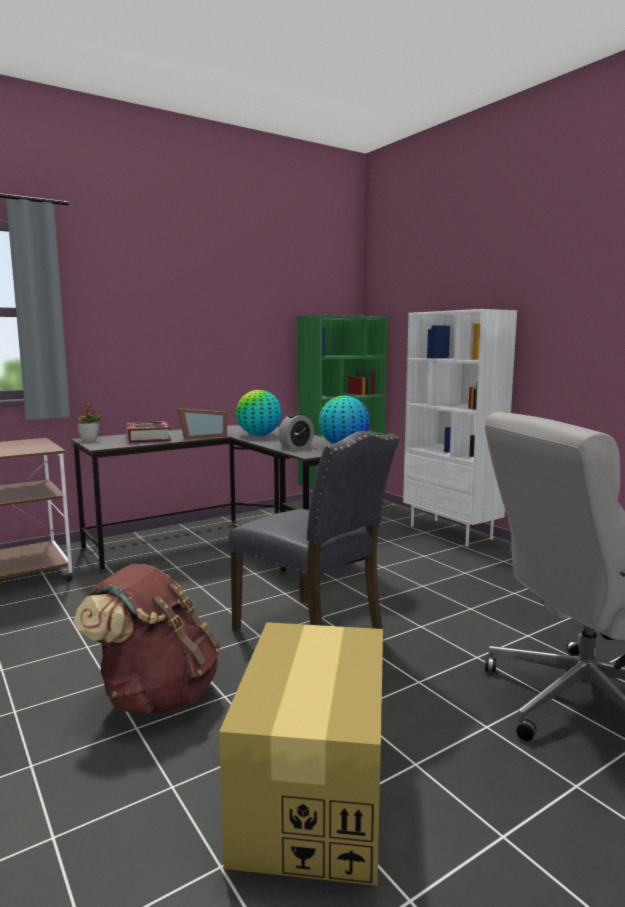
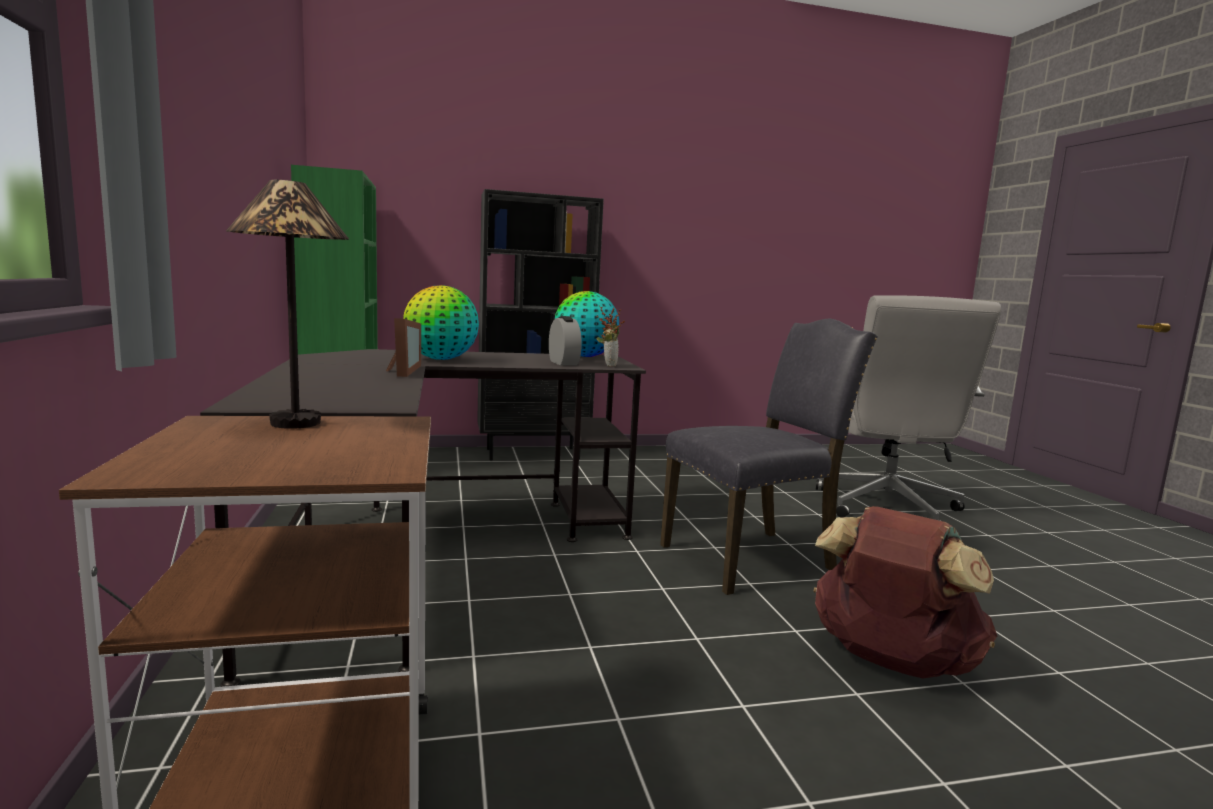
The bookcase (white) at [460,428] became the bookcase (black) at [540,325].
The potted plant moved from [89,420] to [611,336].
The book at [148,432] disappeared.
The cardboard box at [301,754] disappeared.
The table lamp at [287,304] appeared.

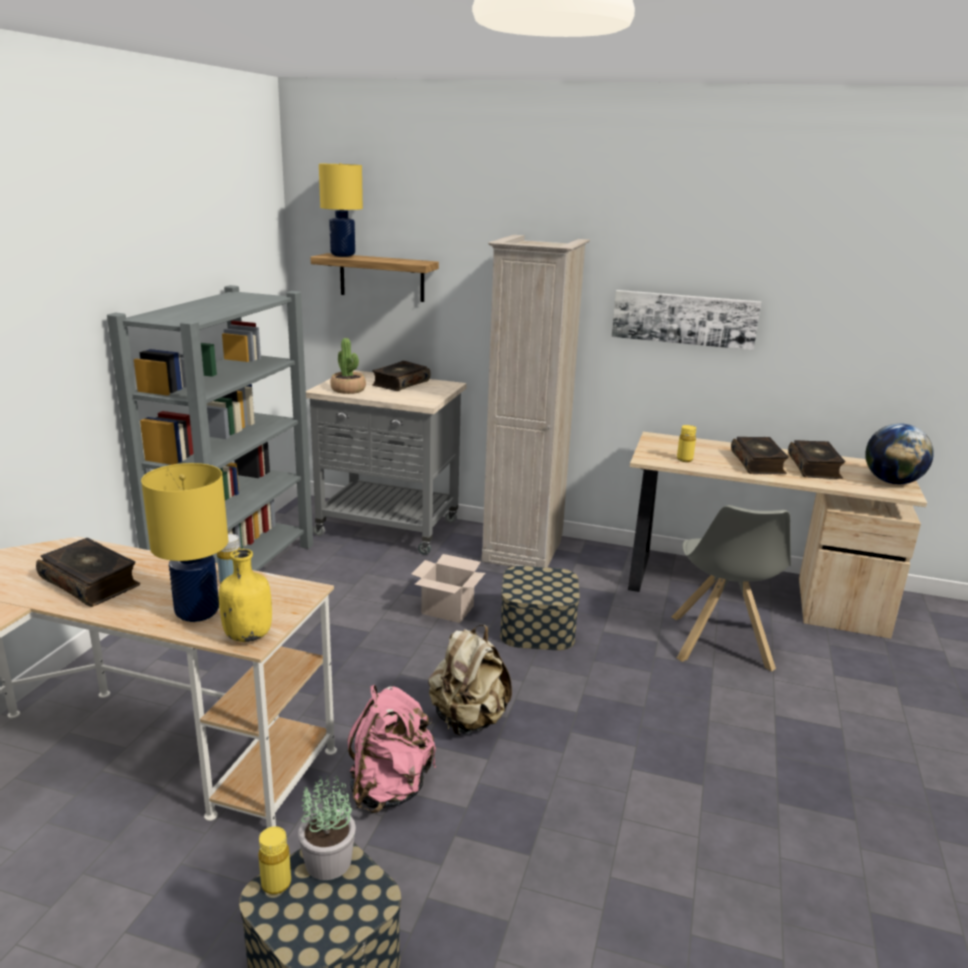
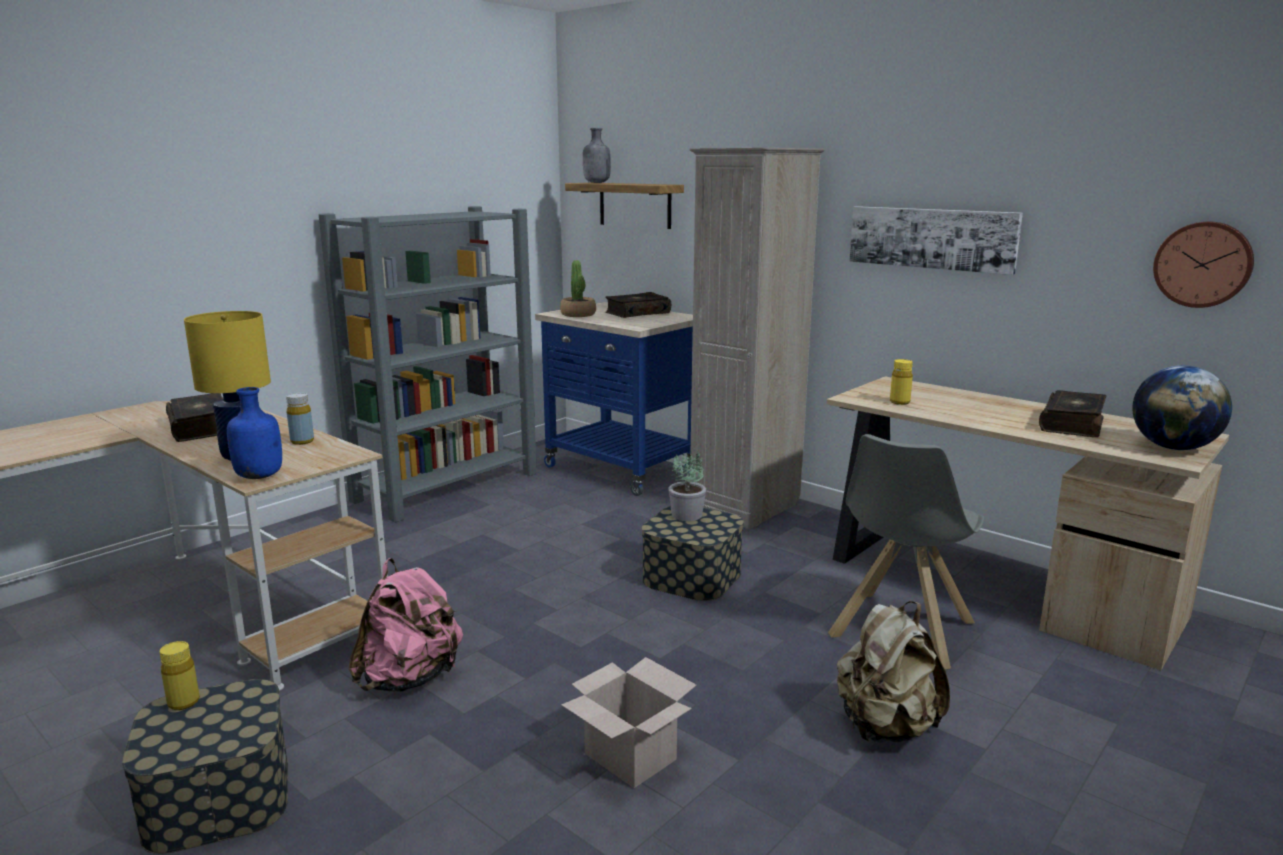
The table lamp (yellow) at [341,210] was replaced by the bottle (grey) at [597,155].
The cart (grey) at [386,462] became the cart (blue) at [614,399].
The book at [760,455] disappeared.
The bottle (yellow) at [245,595] became the bottle (blue) at [254,433].
The cardboard box moved from [448,588] to [628,722].
The backpack (beige) moved from [470,680] to [893,672].
The potted plant moved from [327,826] to [687,486].
The wall clock at [1203,265] appeared.

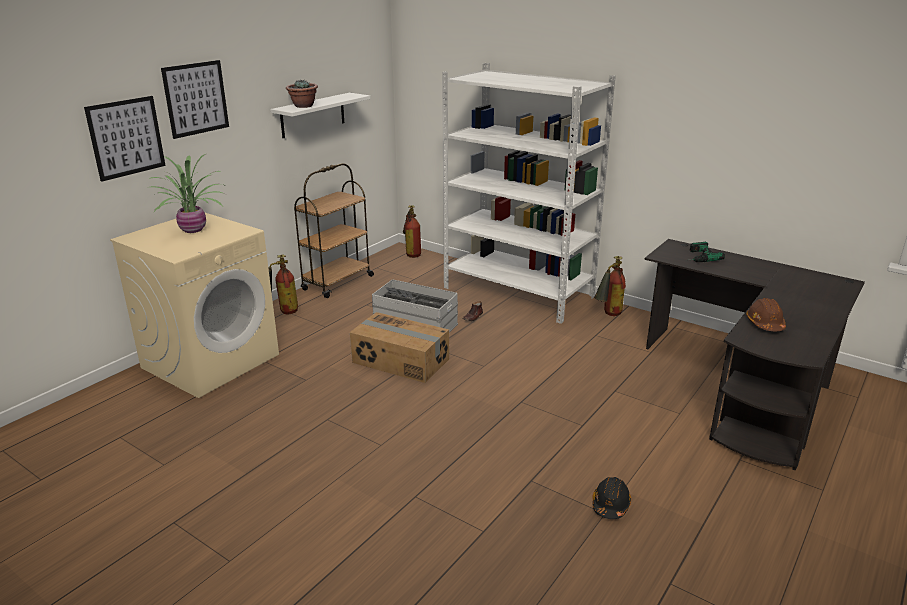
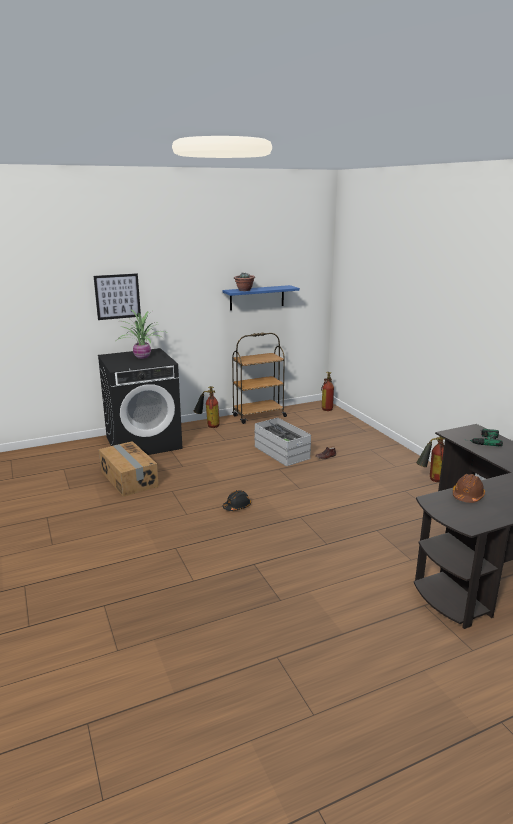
The picture at [195,99] disappeared.
The bookcase (white) at [529,193] disappeared.
The shelf (white) at [320,115] became the shelf (blue) at [261,298].
The washing machine (beige) at [194,305] became the washing machine (black) at [140,401].
The cardboard box moved from [399,347] to [129,469].
The hard hat (black) moved from [612,498] to [237,500].

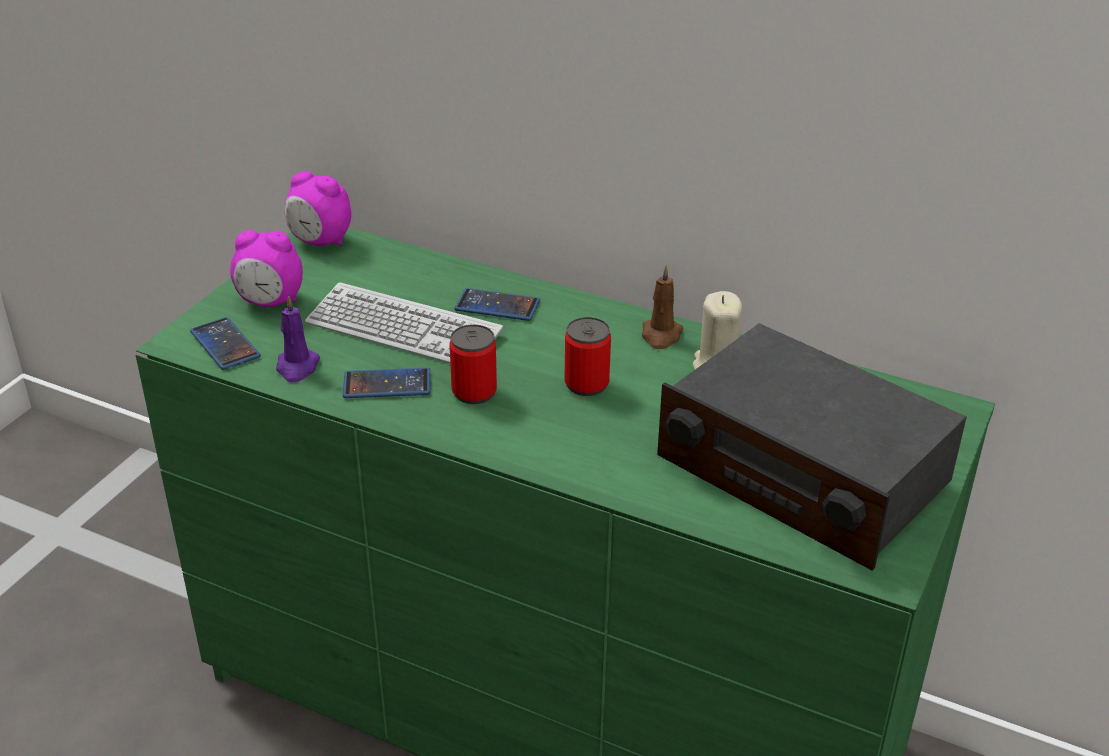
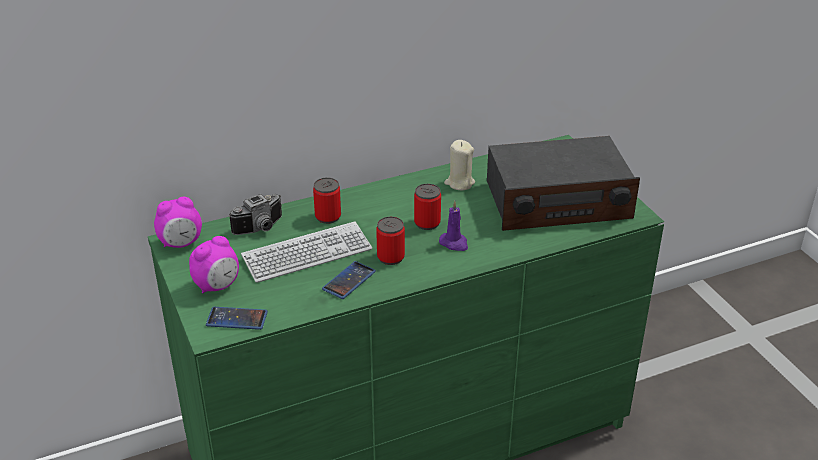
The candle (brown) at [662,307] disappeared.
The phone at [497,304] was replaced by the can at [327,201].
The candle (purple) moved from [298,338] to [453,226].
The photo camera at [255,214] appeared.

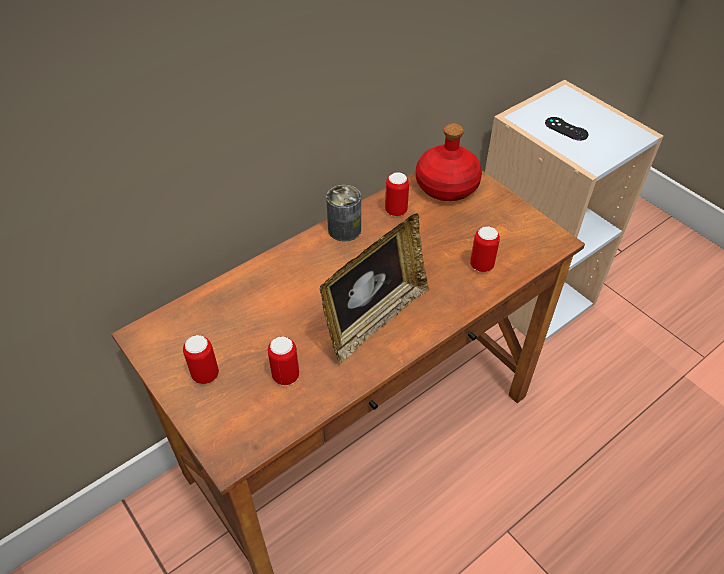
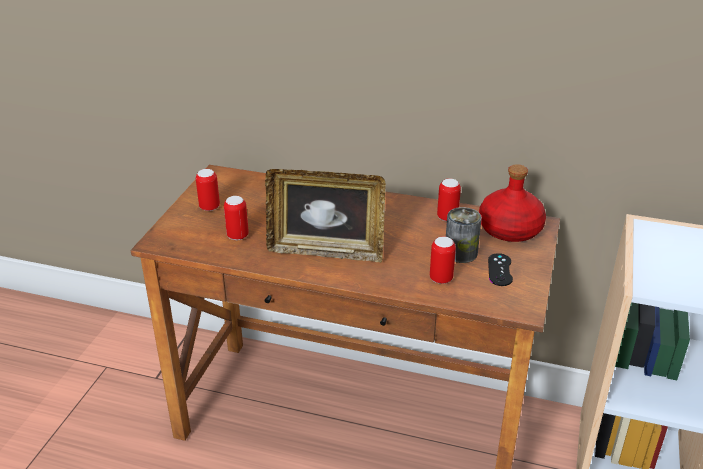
The game controller (black) moved from [567,129] to [500,269].
The can moved from [343,213] to [464,235].

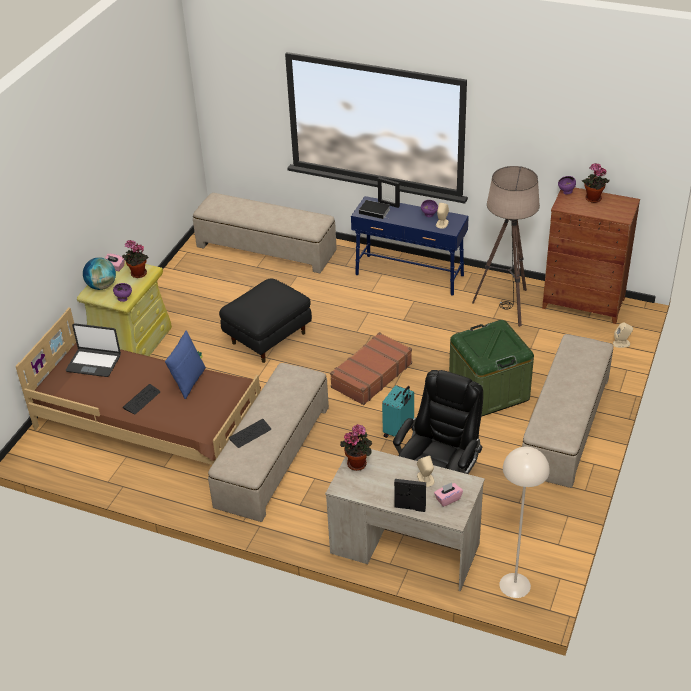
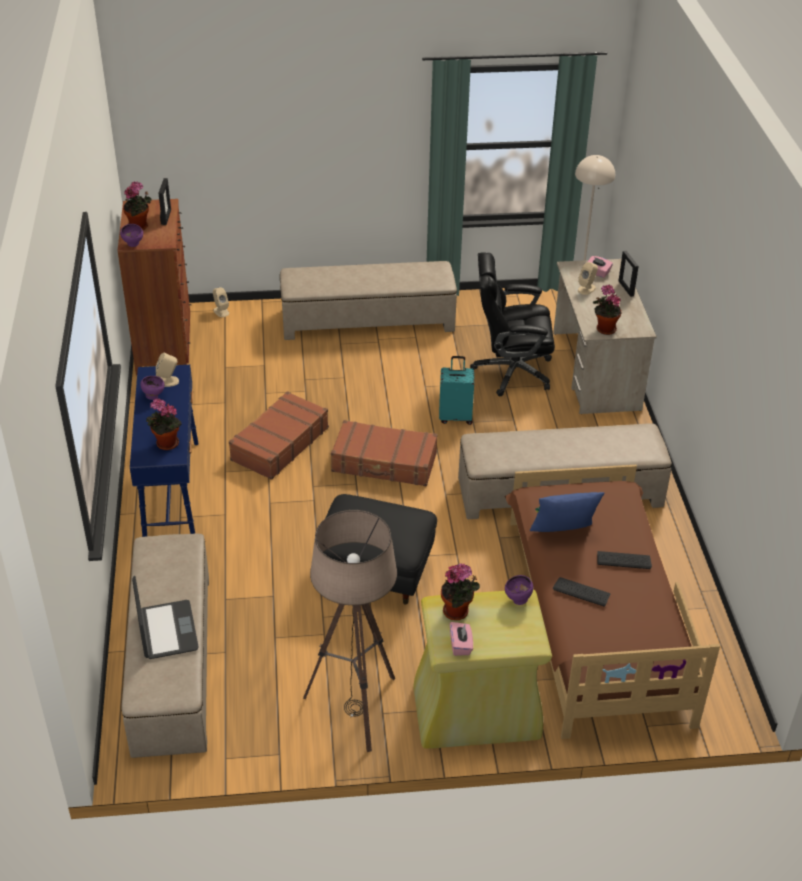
The floor lamp moved from [506,246] to [350,631].
The picture frame moved from [389,192] to [164,201].
The book at [374,209] was replaced by the potted plant at [164,424].
The globe at [99,273] disappeared.
The storage box (green) at [491,368] disappeared.
The laptop moved from [93,350] to [165,617].
The keyboard moved from [250,433] to [581,592].
The suitcase (brown) at [279,435] appeared.

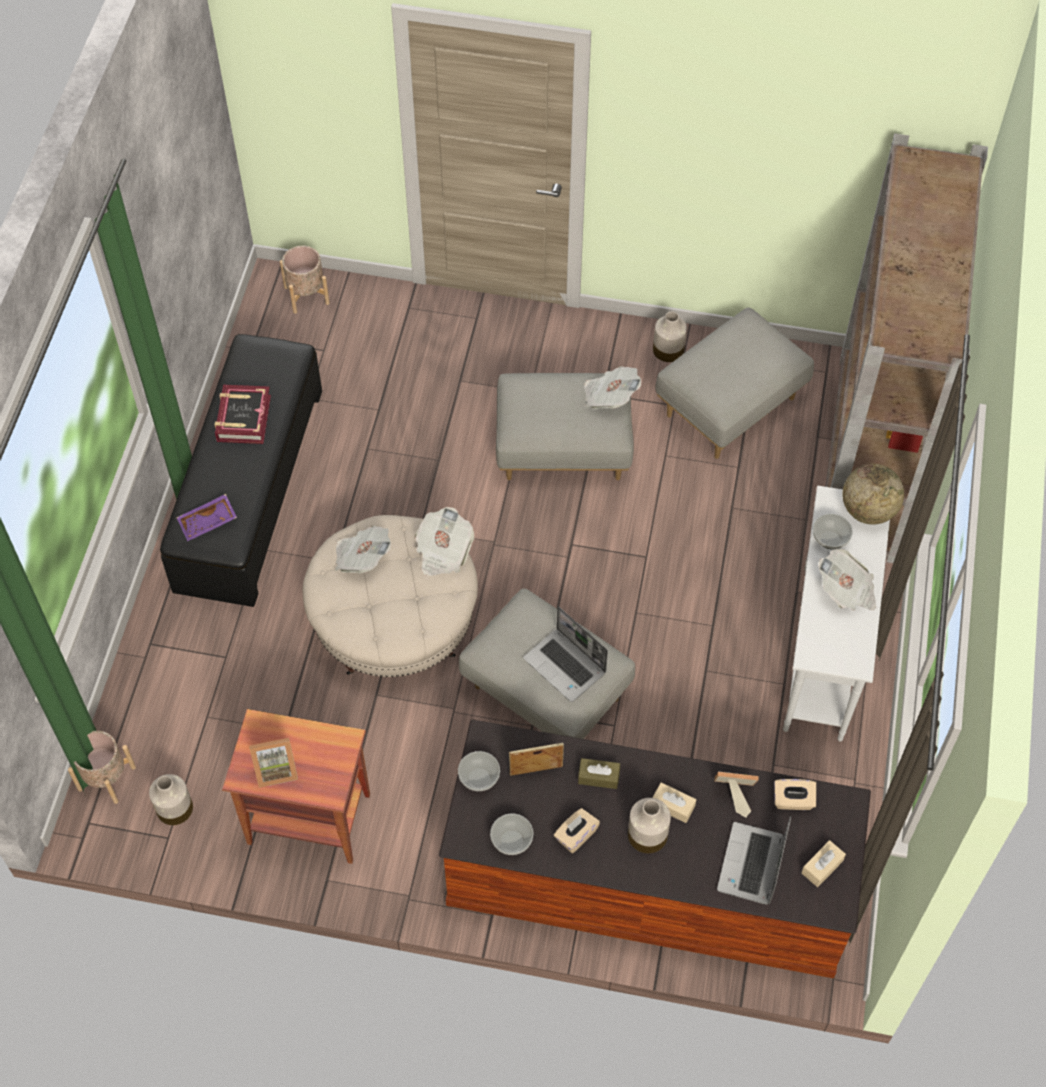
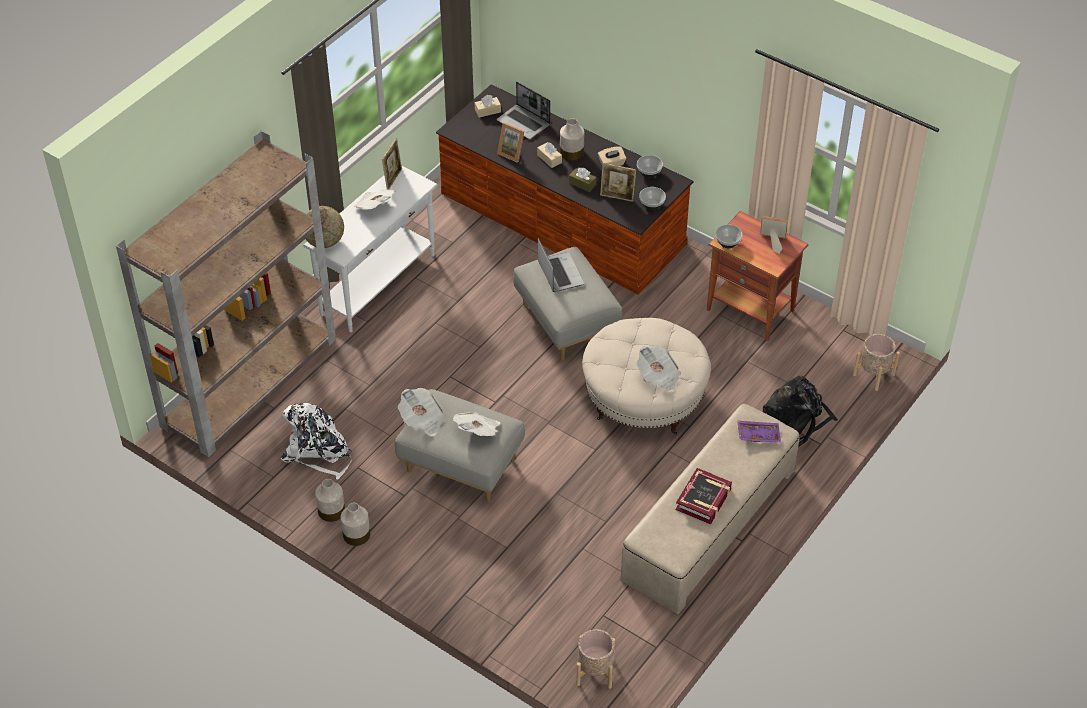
The ottoman (grey) at [734,383] was replaced by the backpack (white) at [316,441].
The bench (black) at [241,470] became the bench (beige) at [710,509].
The newspaper moved from [444,541] to [477,424].
The bowl moved from [833,531] to [729,236].
The vase (beige) moved from [171,799] to [355,524].
The tissue box (beige) at [795,794] disappeared.
The laptop at [754,860] turned 90 degrees clockwise.
The picture frame at [392,163] appeared.
The backpack (black) at [800,411] appeared.

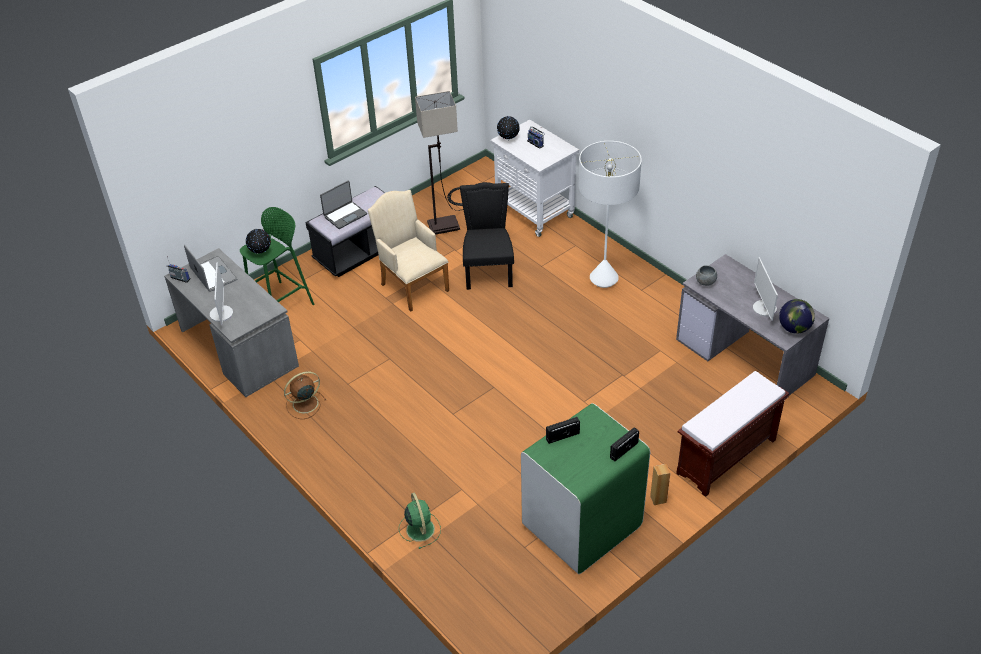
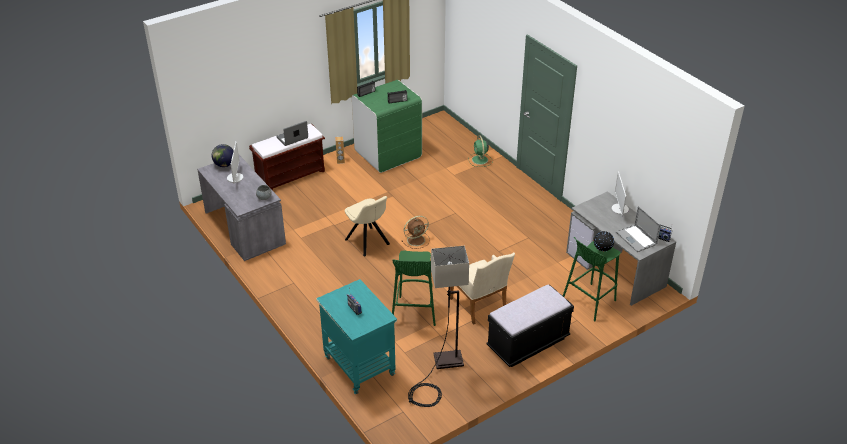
The globe at [508,128] disappeared.
The cart (white) at [534,178] became the cart (turquoise) at [356,336].
The floor lamp (white) at [610,214] disappeared.
The laptop moved from [343,205] to [292,133].
The chair (black) at [487,236] was replaced by the stool (green) at [414,288].
The fan (brown) moved from [305,395] to [416,232].
The chair (beige) at [367,226] appeared.

